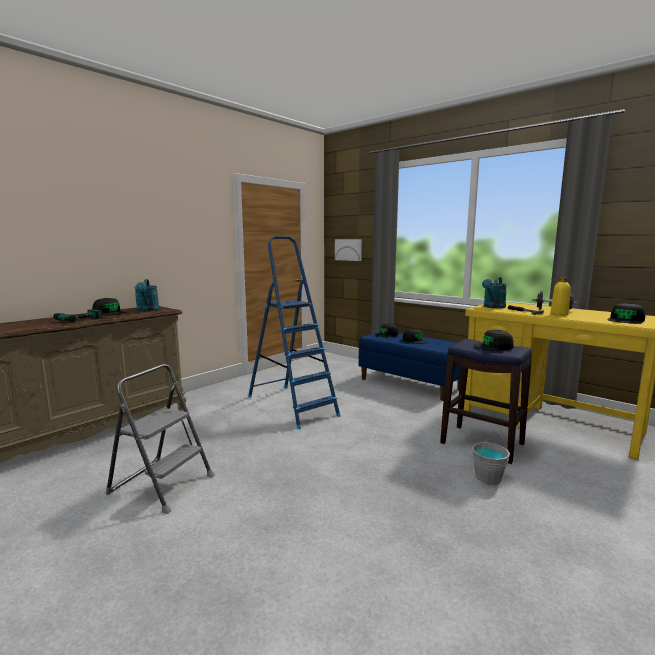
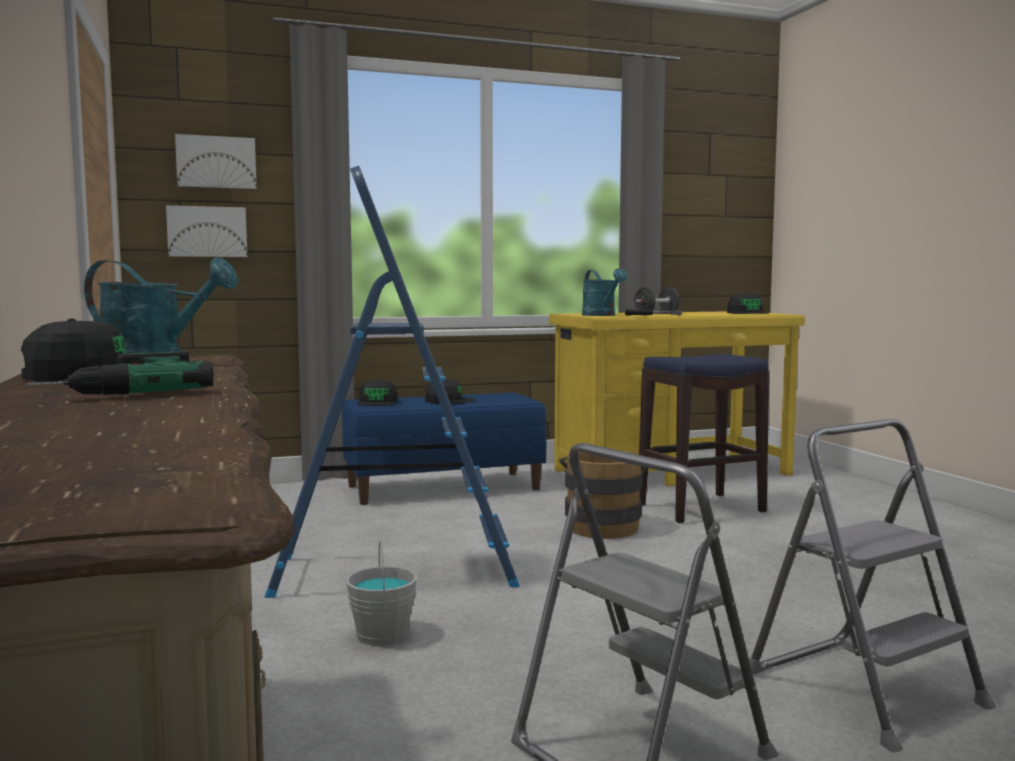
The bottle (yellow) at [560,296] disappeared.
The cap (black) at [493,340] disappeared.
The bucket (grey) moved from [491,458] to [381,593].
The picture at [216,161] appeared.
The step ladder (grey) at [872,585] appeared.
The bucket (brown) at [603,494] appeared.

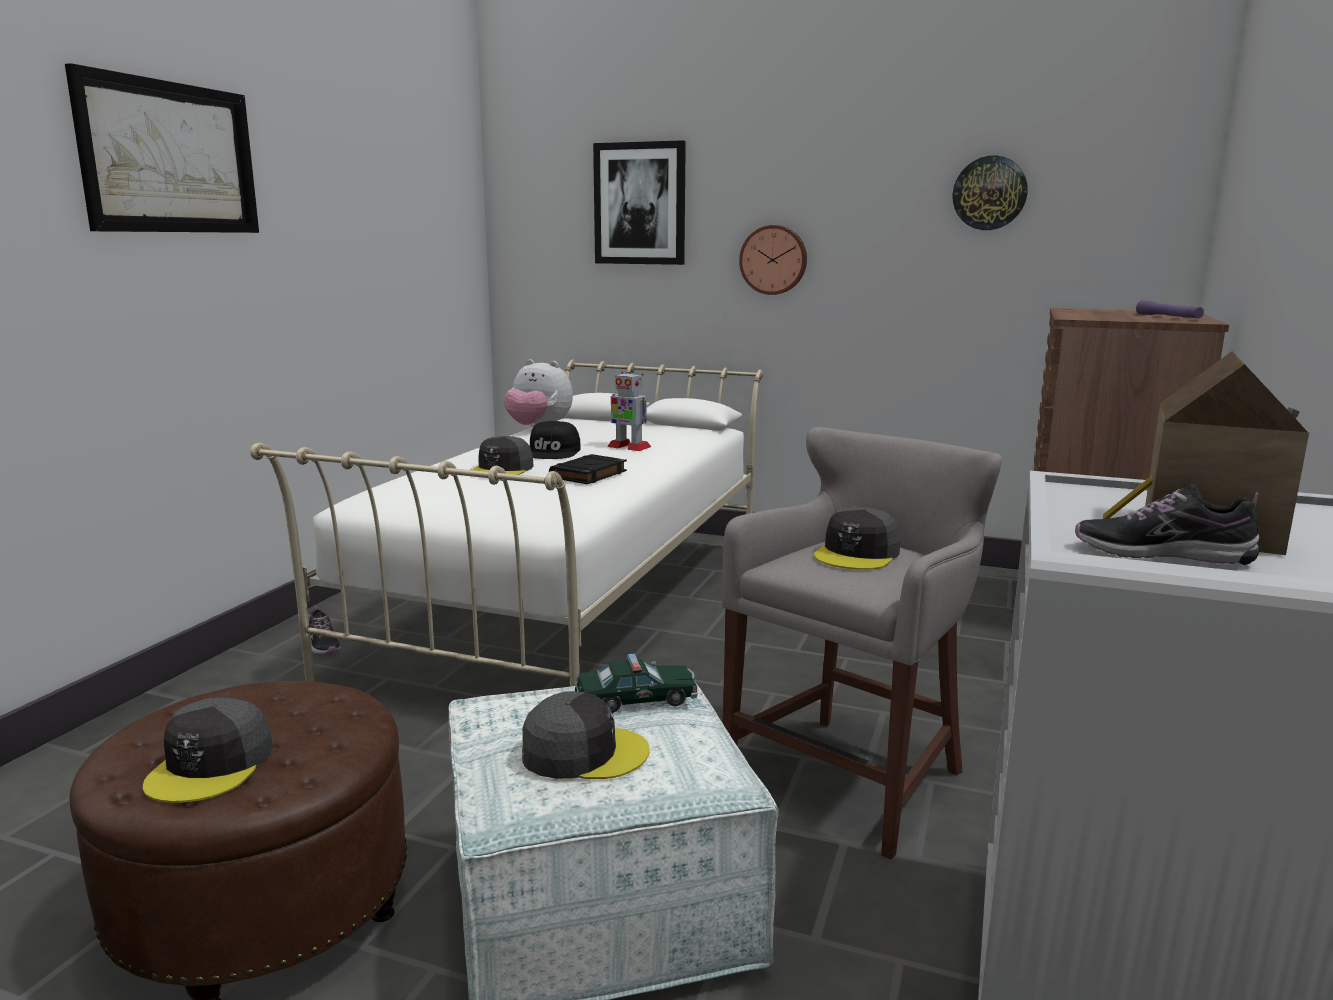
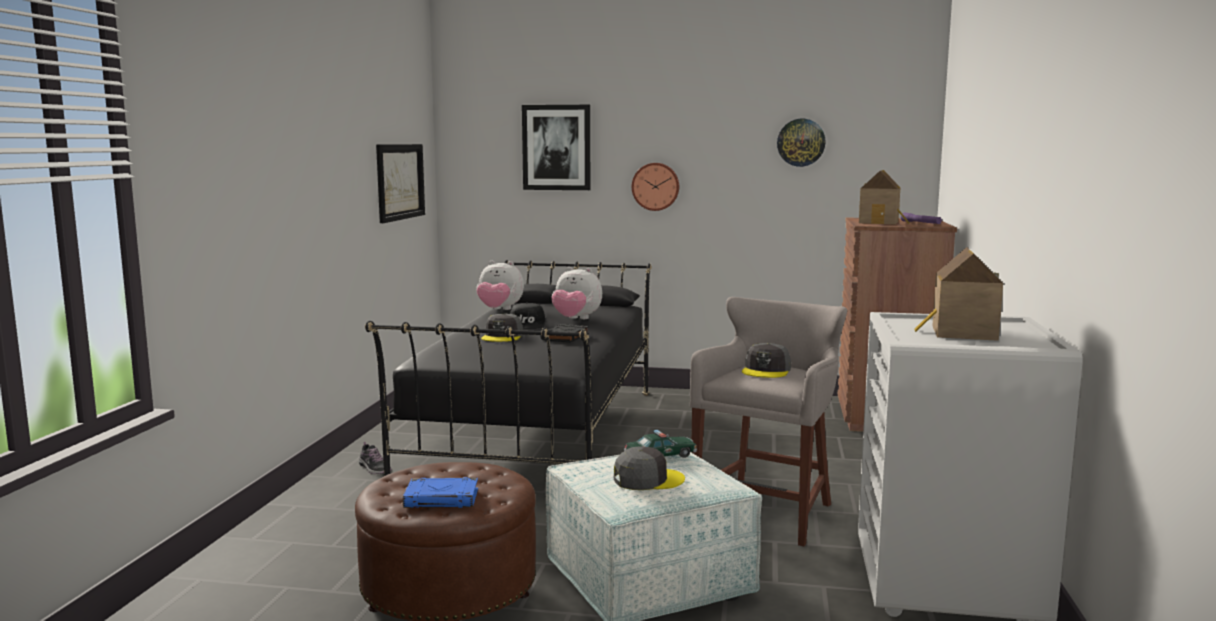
The picture moved from [162,148] to [400,183].
The bed (white) at [506,523] became the bed (black) at [508,368].
The toy robot at [629,411] was replaced by the plush toy at [576,293].
The shoe at [1167,524] disappeared.
The cap (grey) at [208,750] was replaced by the book (blue) at [440,492].
The toy house at [884,197] appeared.

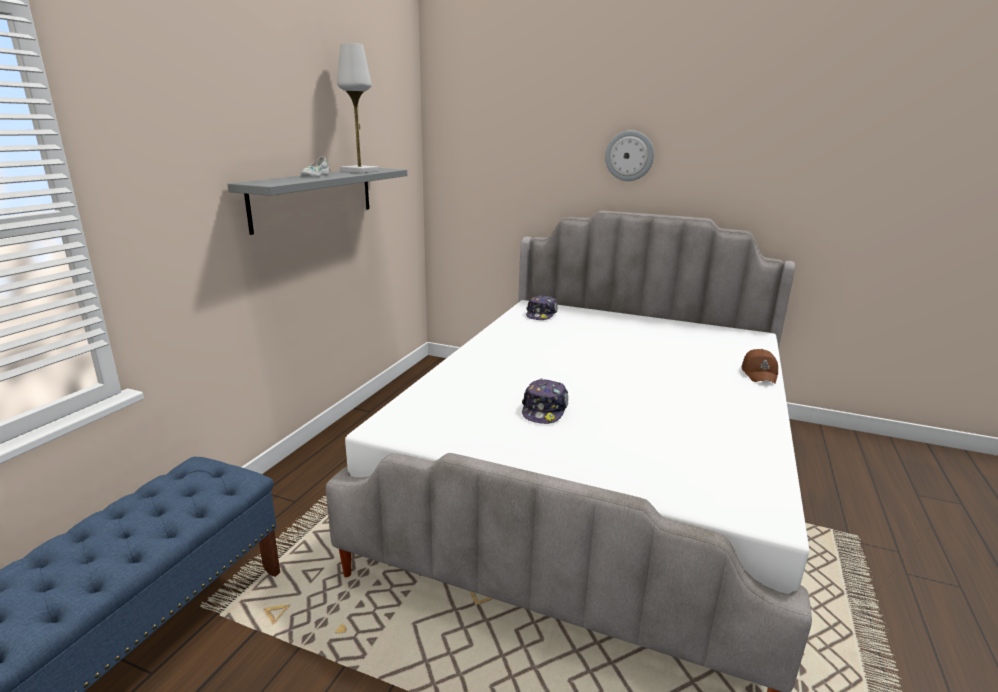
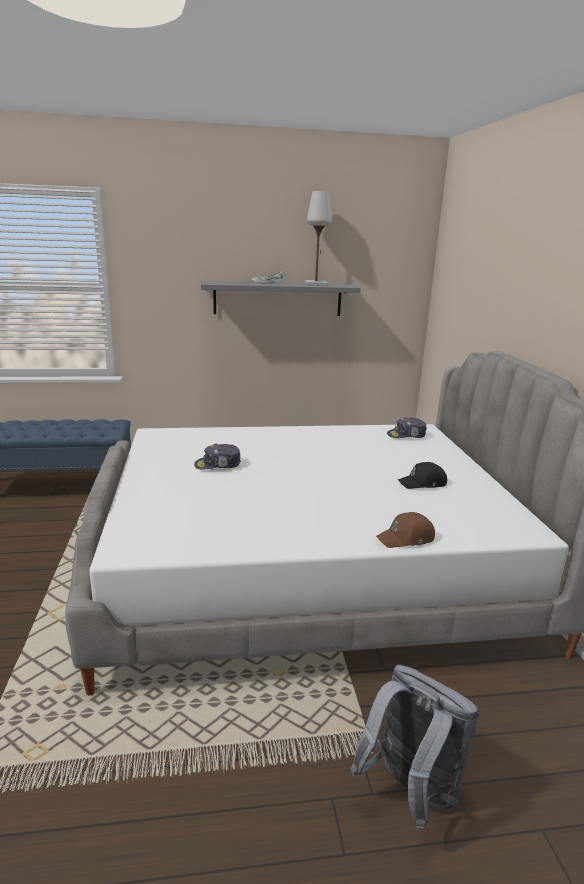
The wall clock at [629,155] disappeared.
The cap (black) at [422,475] appeared.
The backpack (grey) at [414,748] appeared.

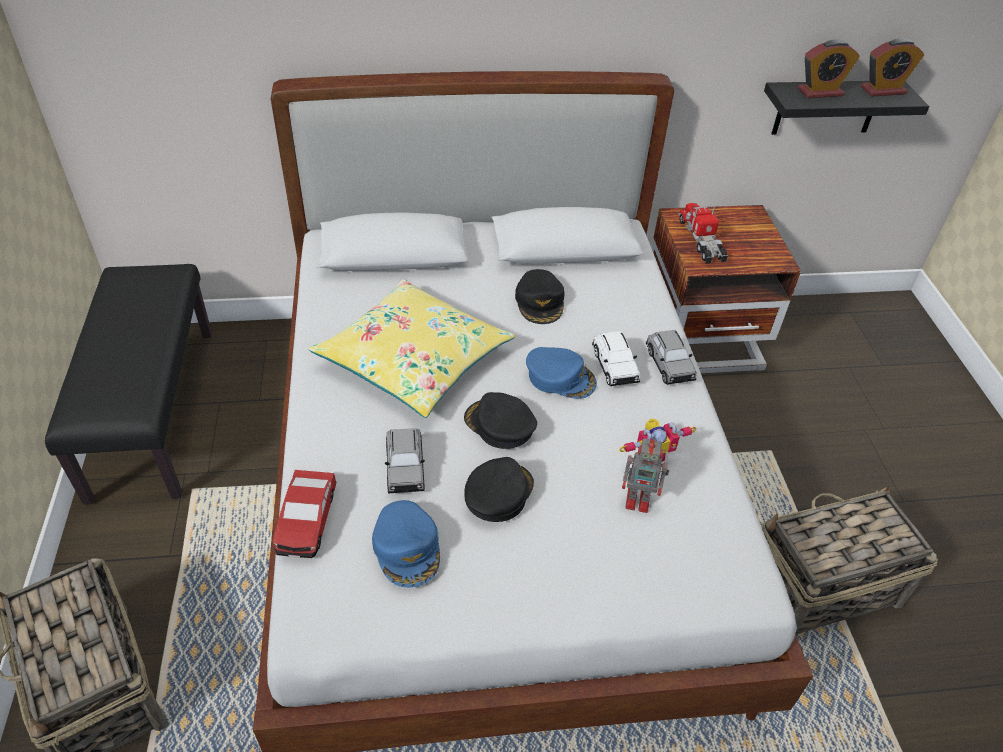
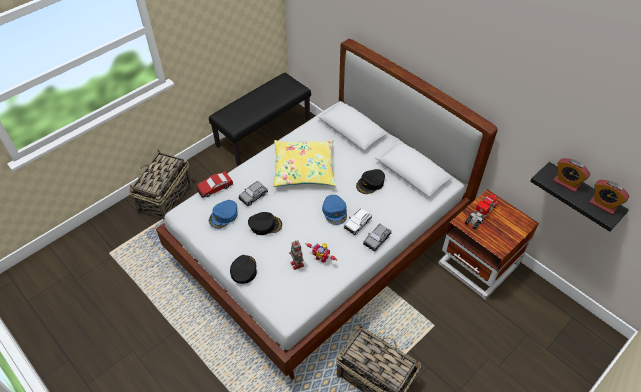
The cap (black) moved from [500,420] to [243,269].

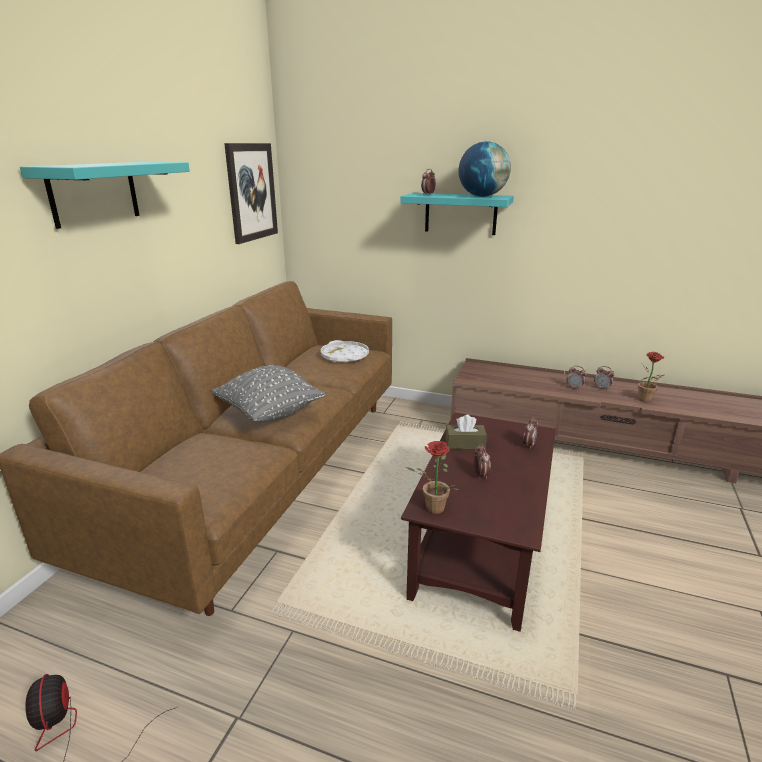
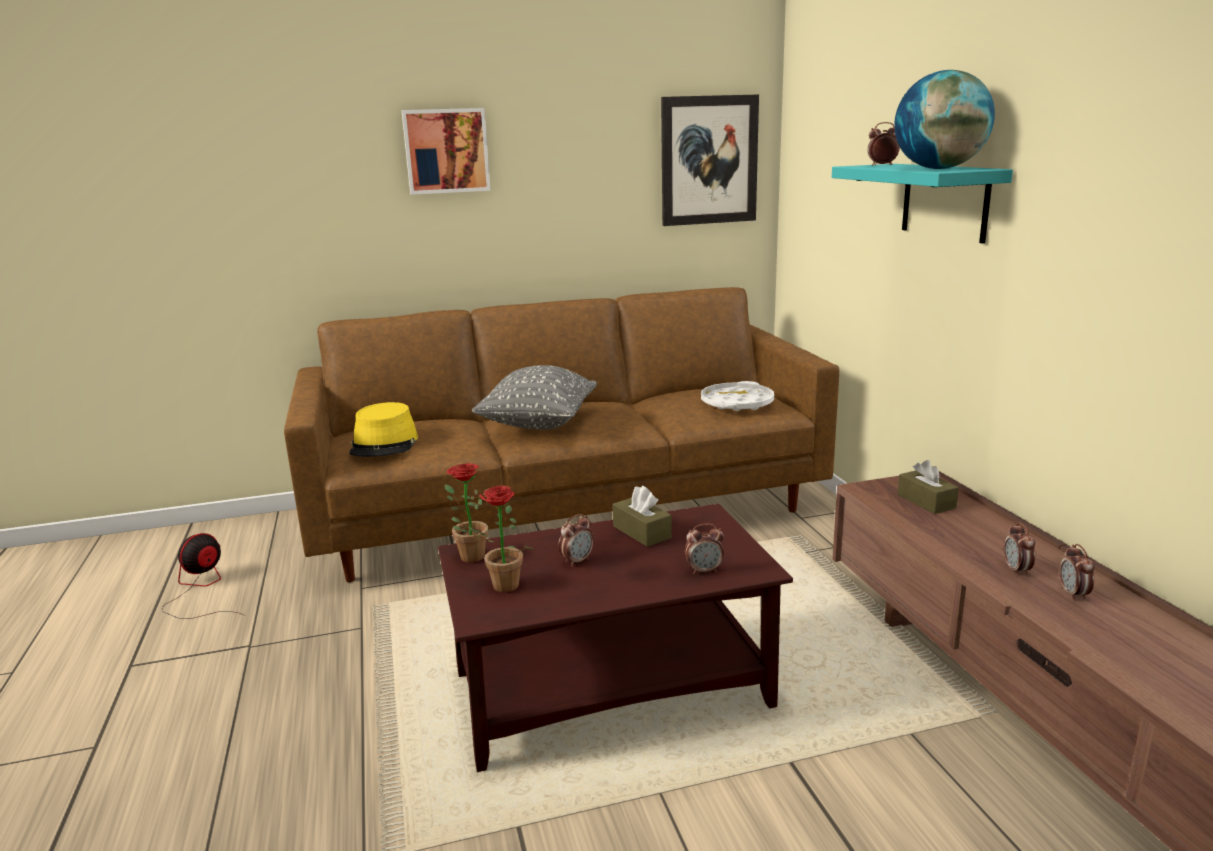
The shelf (turquoise) at [105,195] was replaced by the picture at [446,151].
The potted plant moved from [651,377] to [495,539].
The hat (yellow) at [383,429] appeared.
The tissue box (brown) at [928,487] appeared.

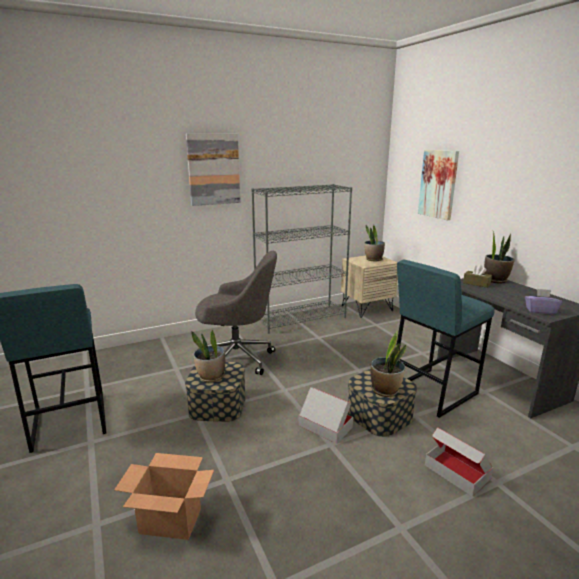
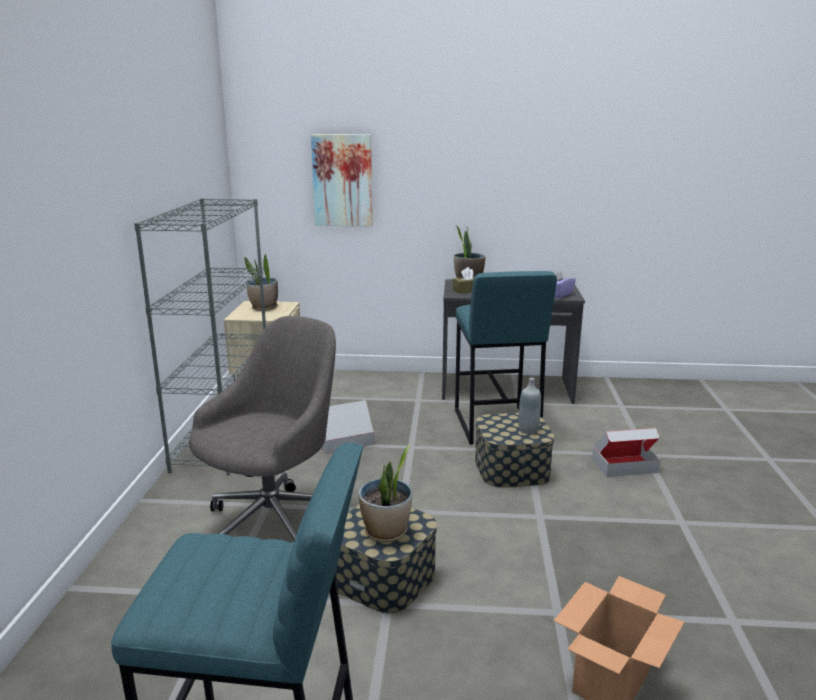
The picture at [213,169] disappeared.
The potted plant at [389,363] was replaced by the bottle (grey) at [530,406].
The cardboard box moved from [325,415] to [348,427].

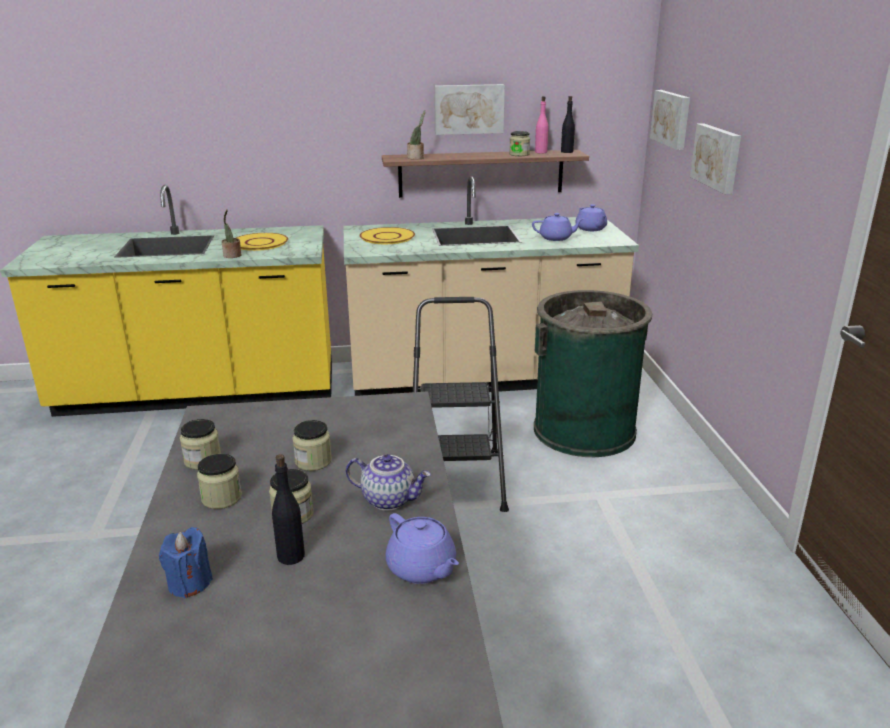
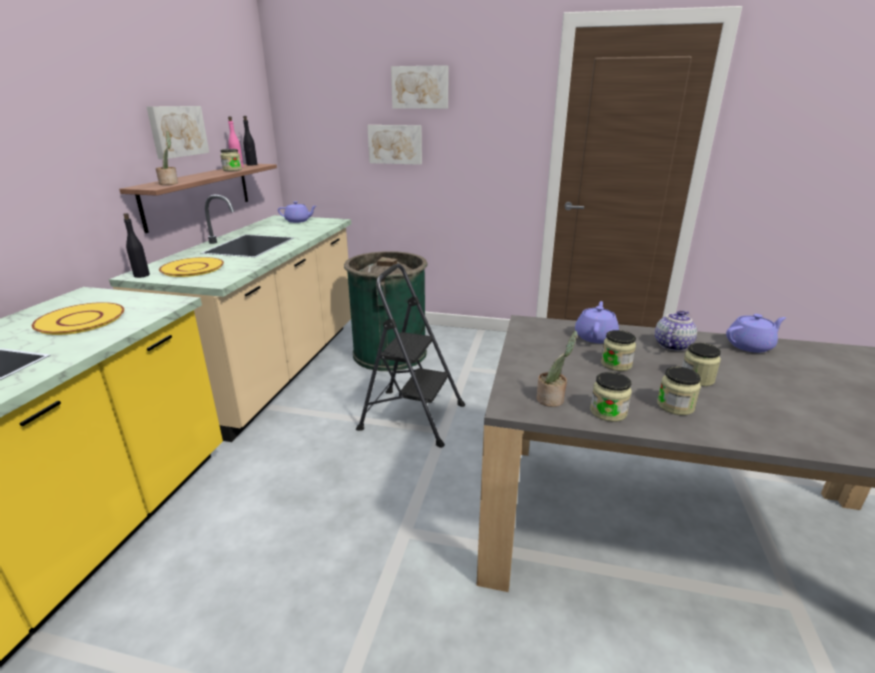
The picture moved from [670,120] to [420,87].
The potted plant moved from [231,234] to [556,369].
The teapot (purple) moved from [558,227] to [597,322].
The bottle (black) moved from [288,509] to [136,245].
The candle (blue) at [186,562] disappeared.

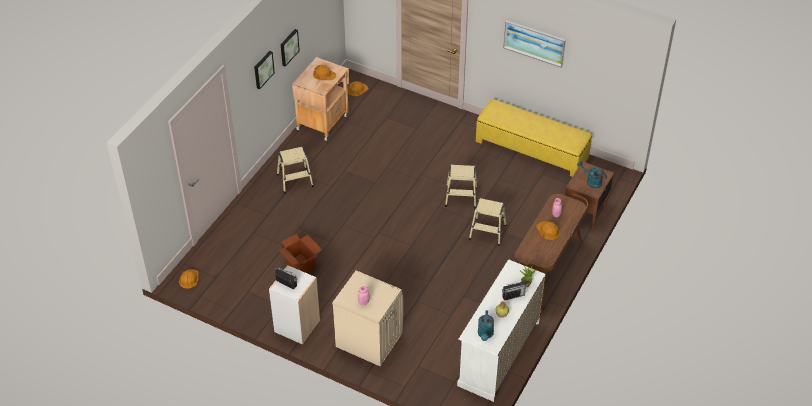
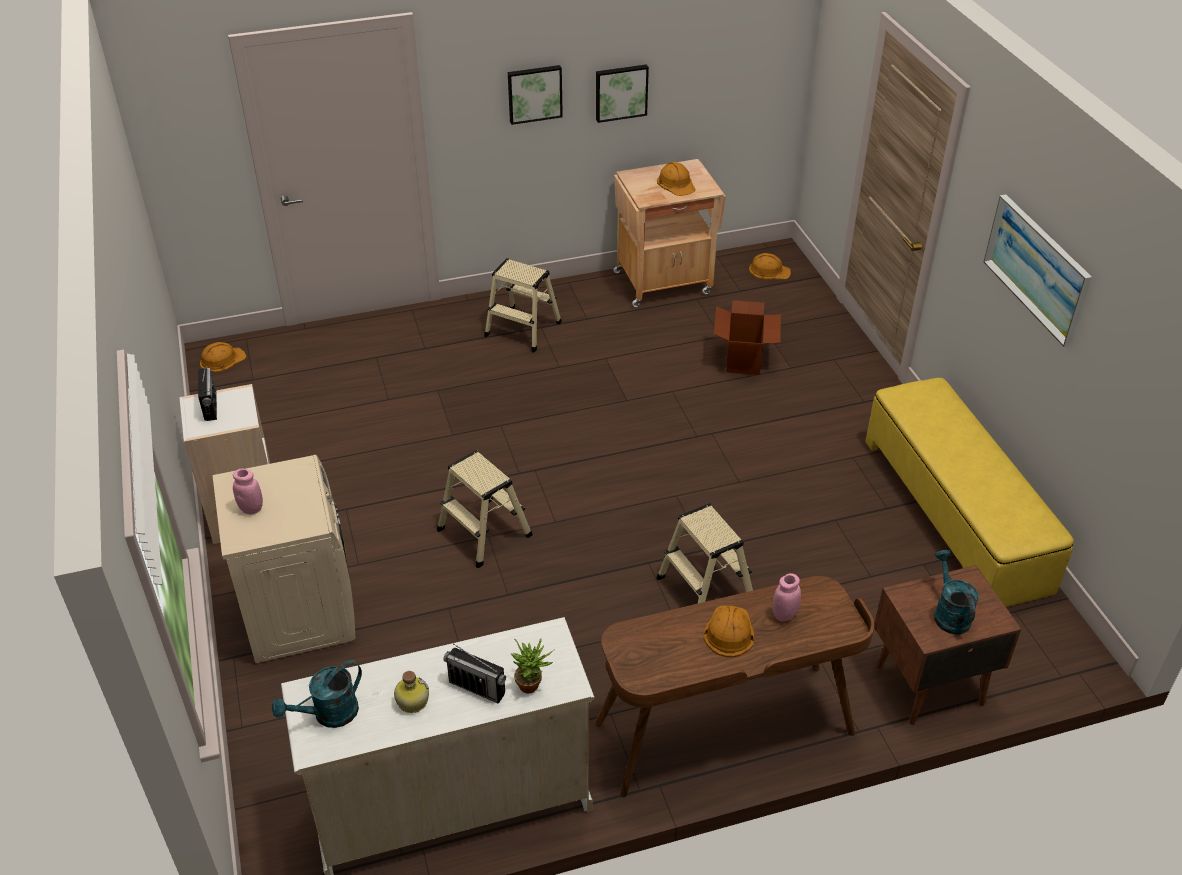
The step ladder (beige) moved from [461,186] to [485,509].
The cardboard box moved from [300,254] to [747,337].

